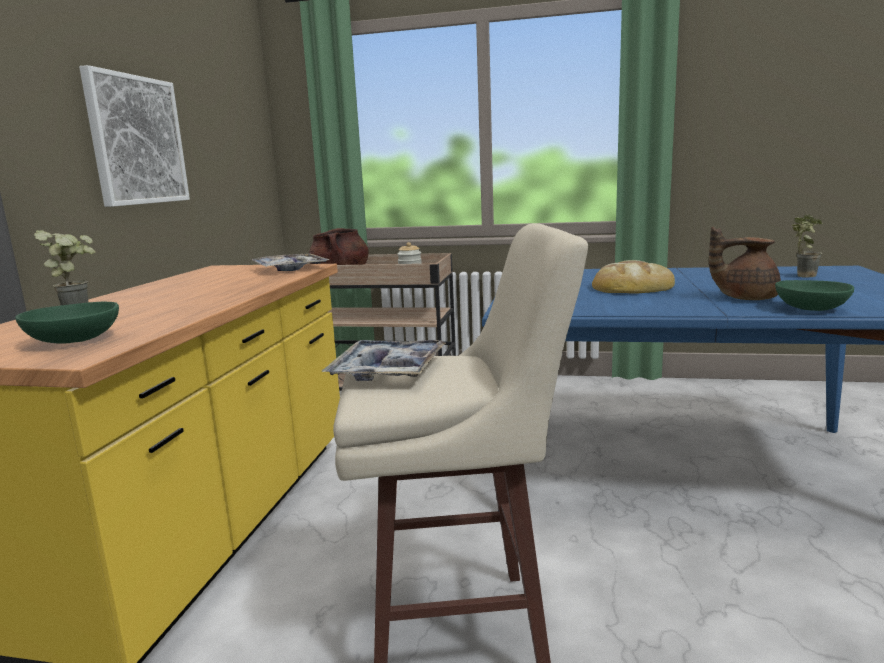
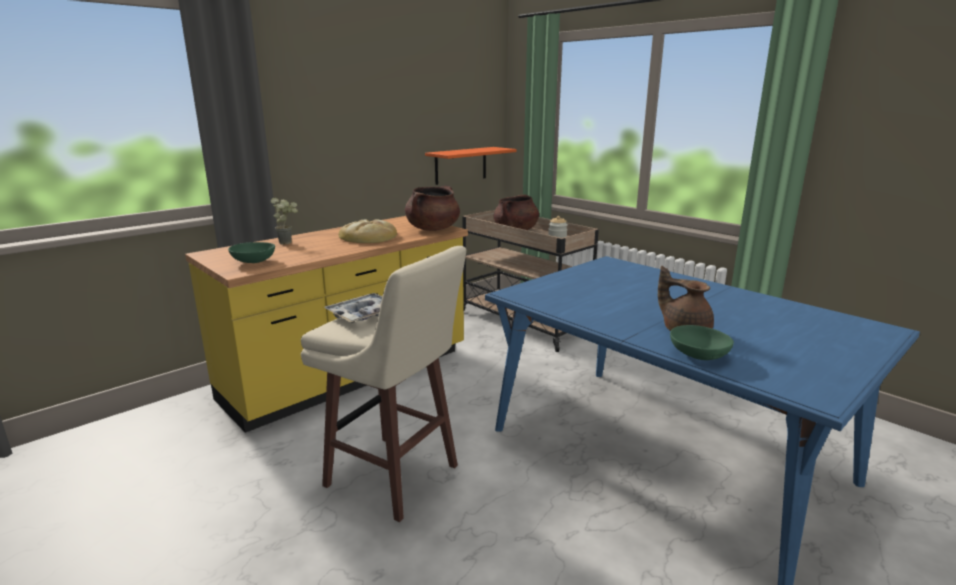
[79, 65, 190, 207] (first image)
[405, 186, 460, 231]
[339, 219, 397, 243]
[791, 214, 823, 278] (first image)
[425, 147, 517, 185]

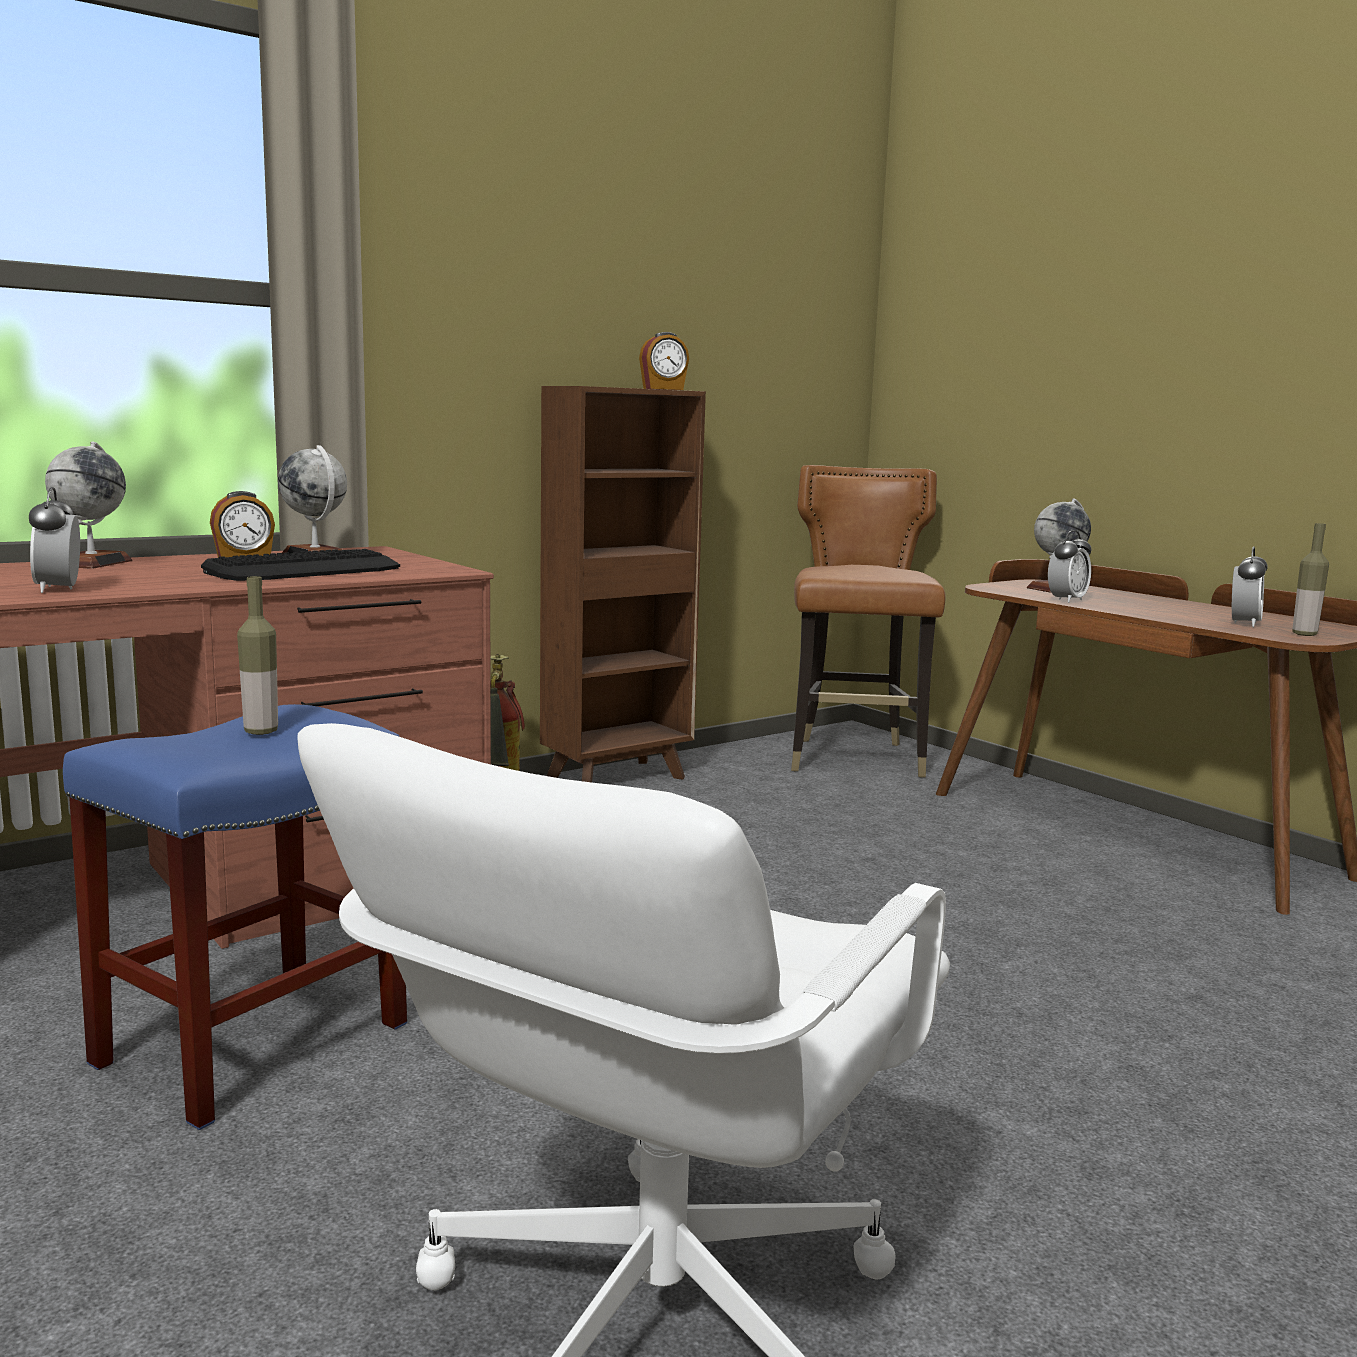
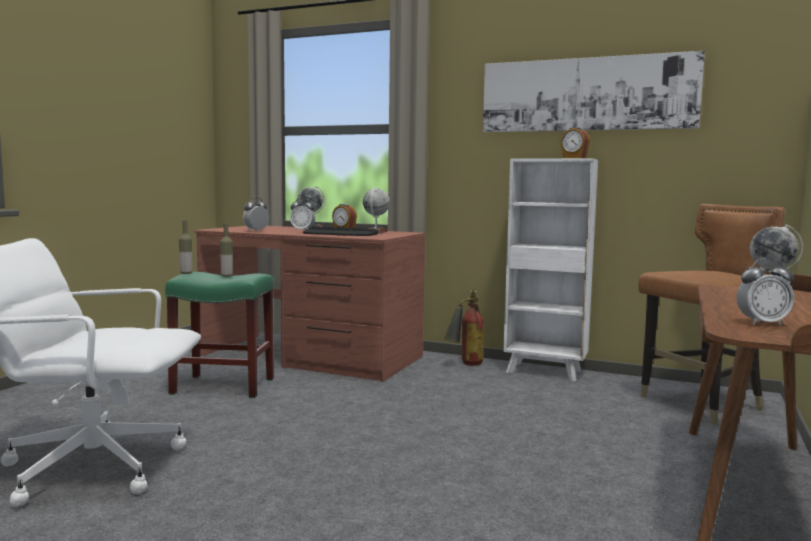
[165, 272, 274, 398]
[503, 158, 598, 382]
[290, 198, 315, 230]
[179, 220, 192, 274]
[483, 51, 705, 132]

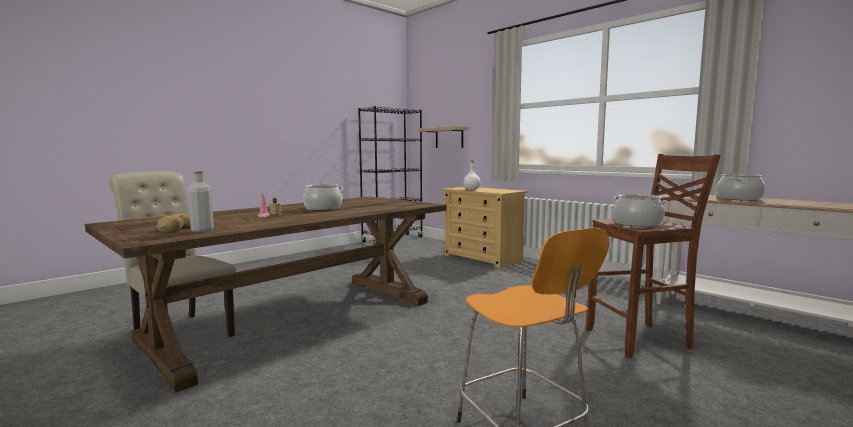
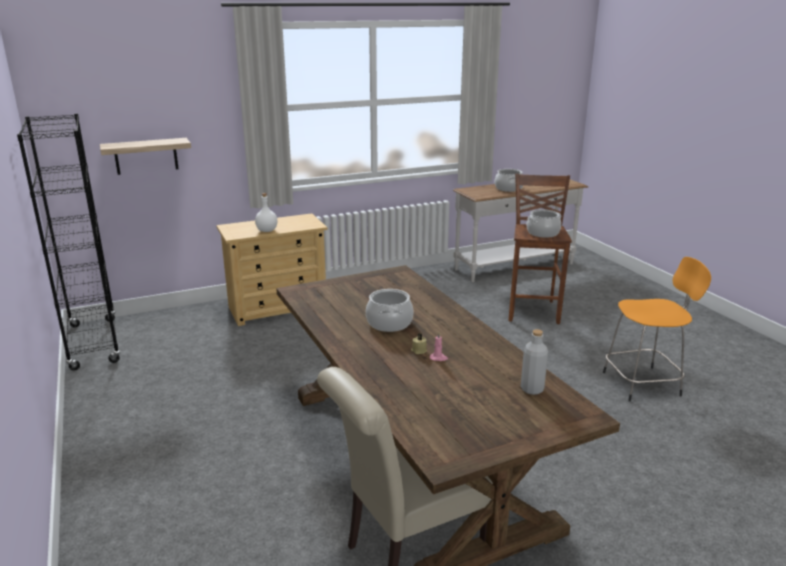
[157, 213, 191, 233] (first image)

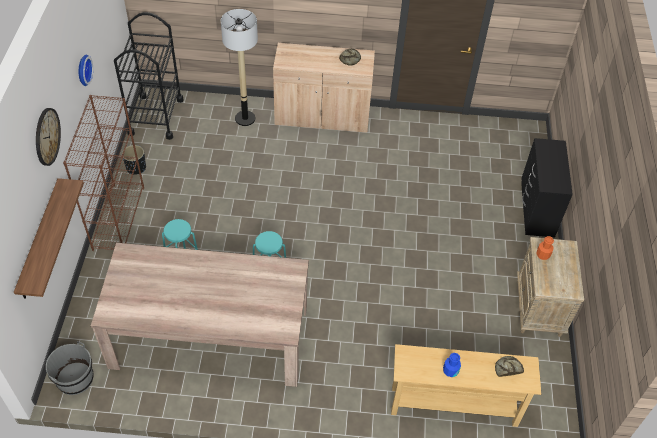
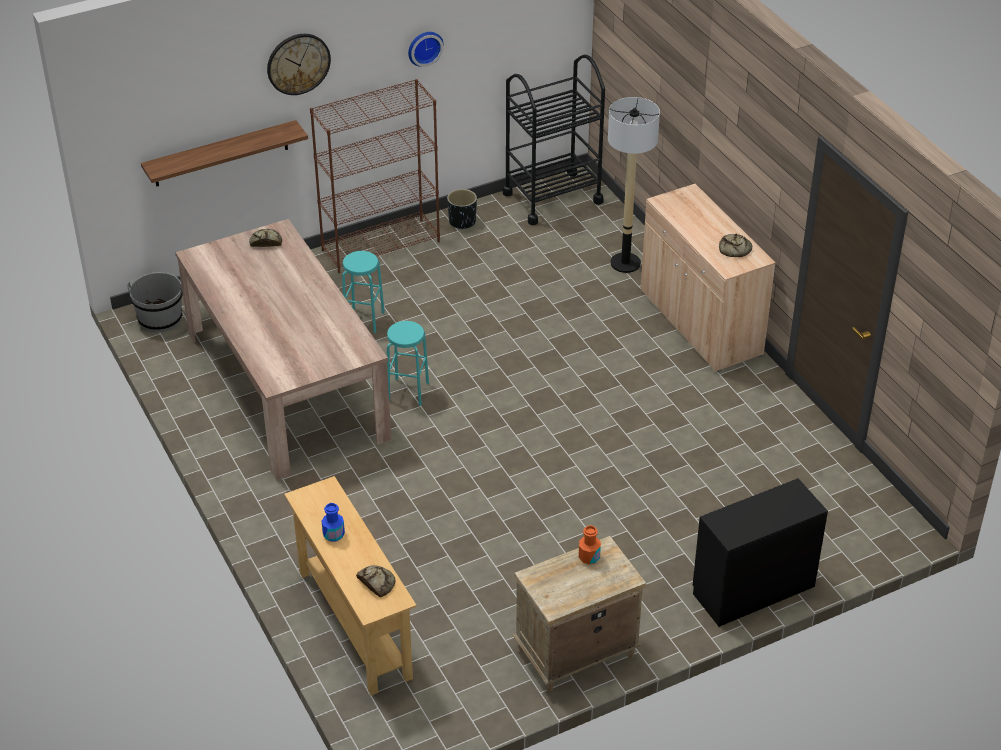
[249, 229, 282, 247]

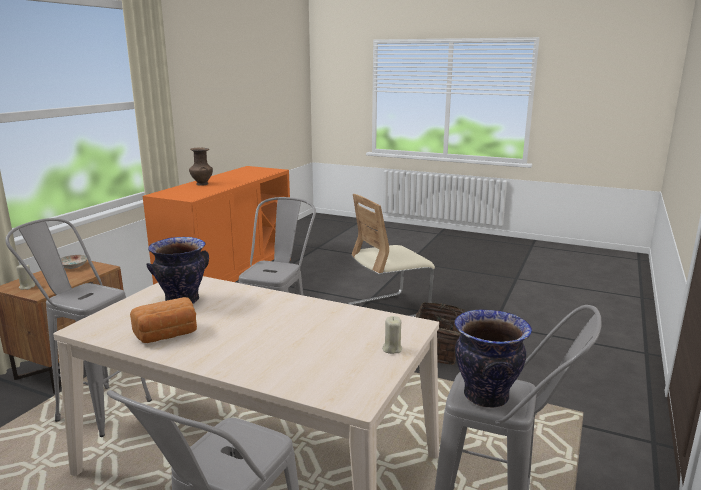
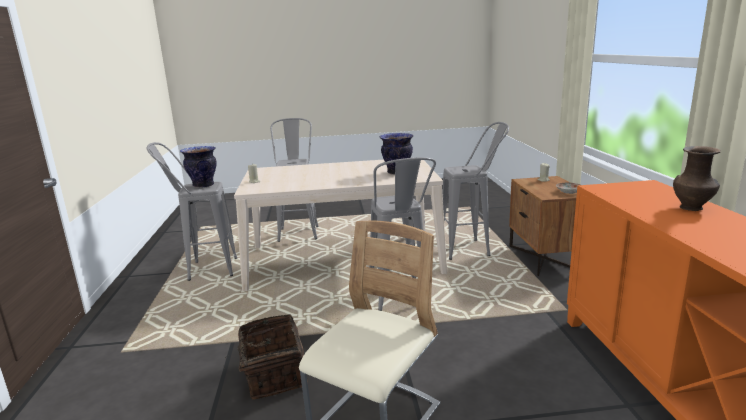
[130, 297, 197, 343] (first image)

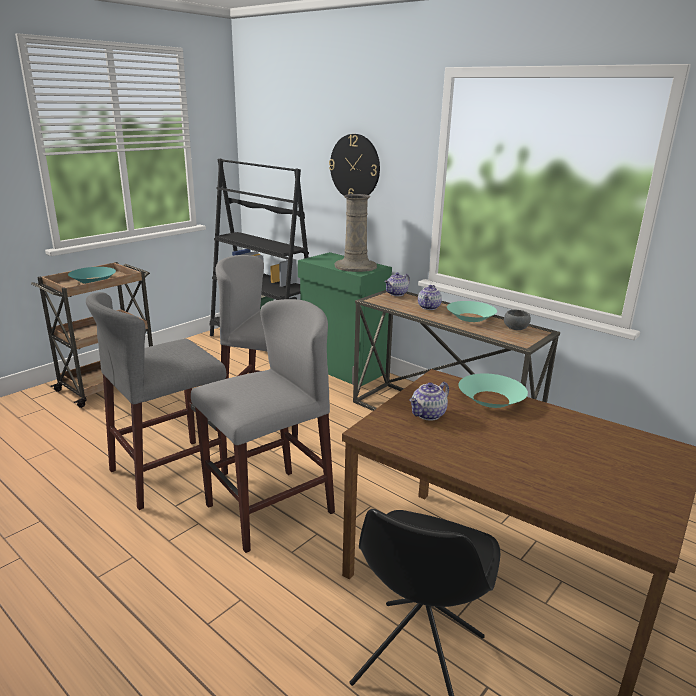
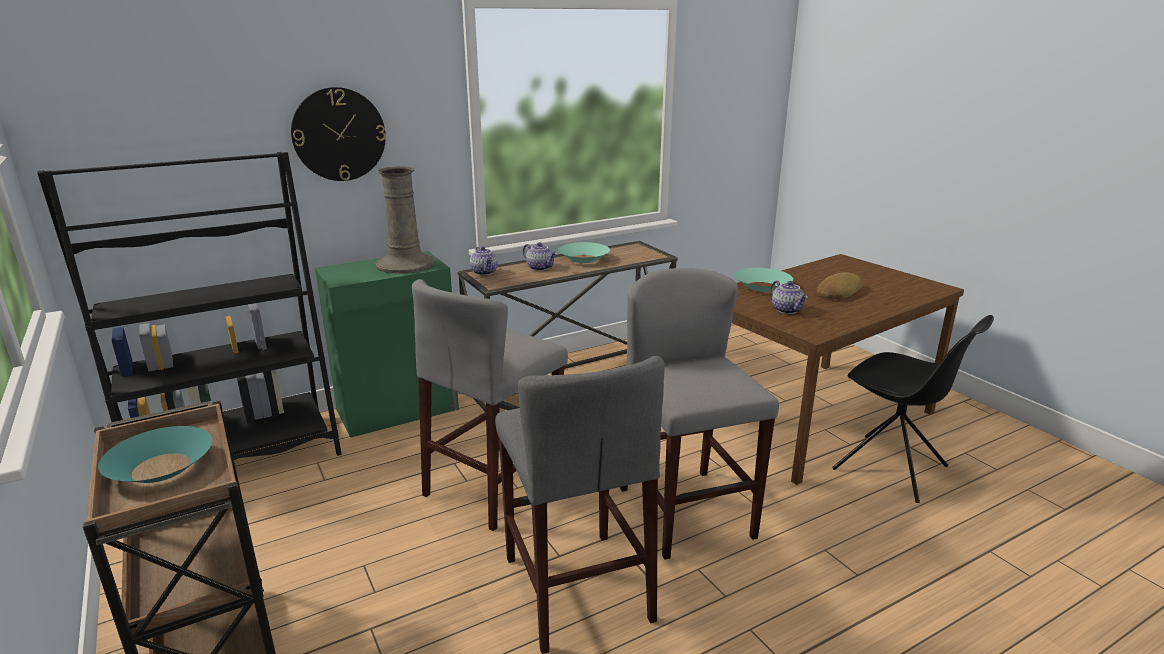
[504, 310, 531, 330] (first image)
[817, 273, 863, 299]

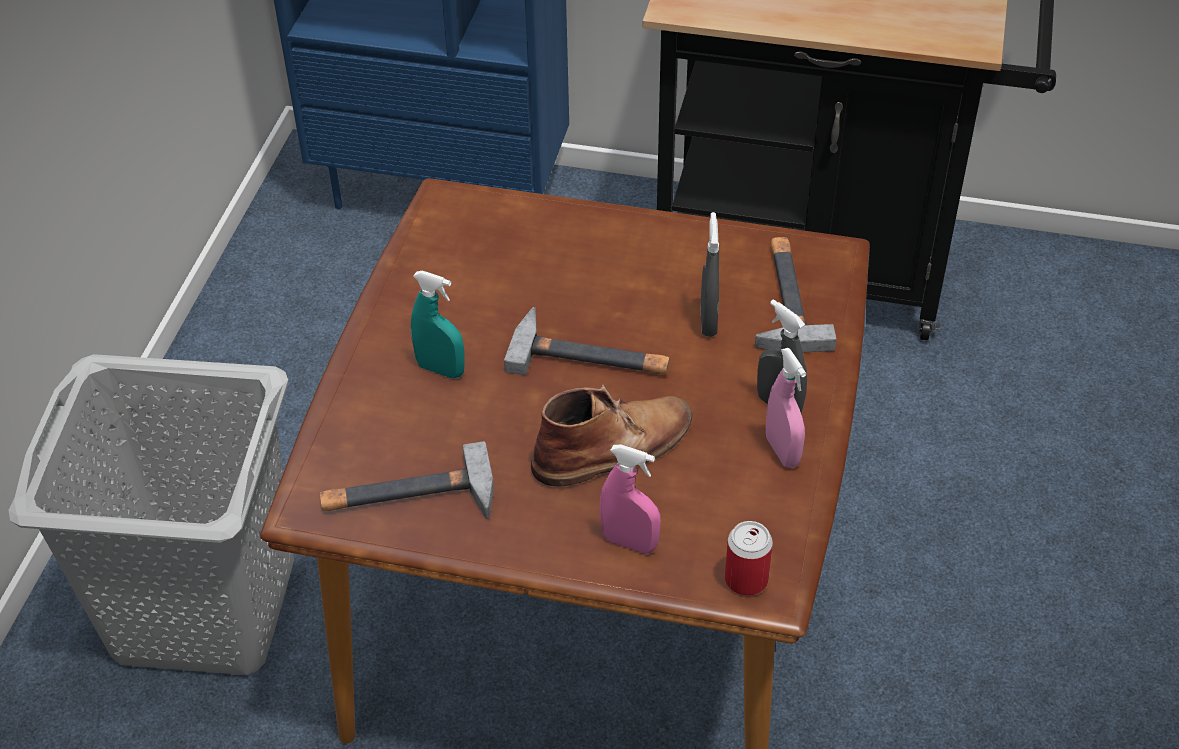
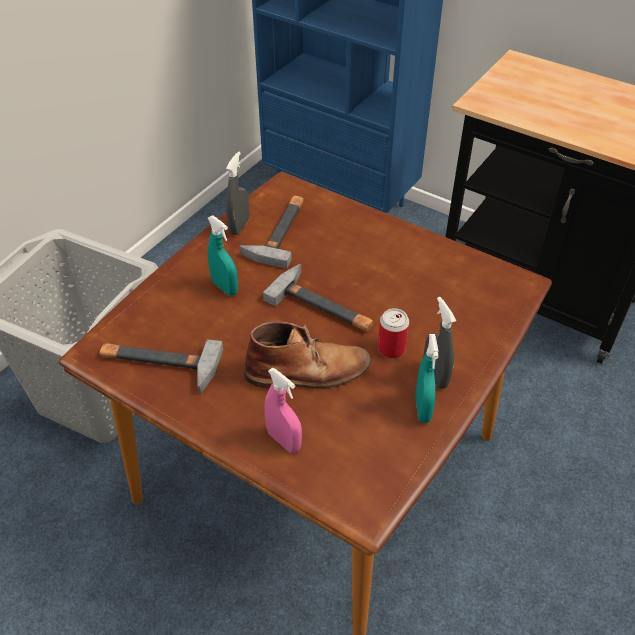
[226, 151, 249, 235]
[378, 308, 409, 358]
[240, 196, 303, 269]
[415, 334, 438, 423]

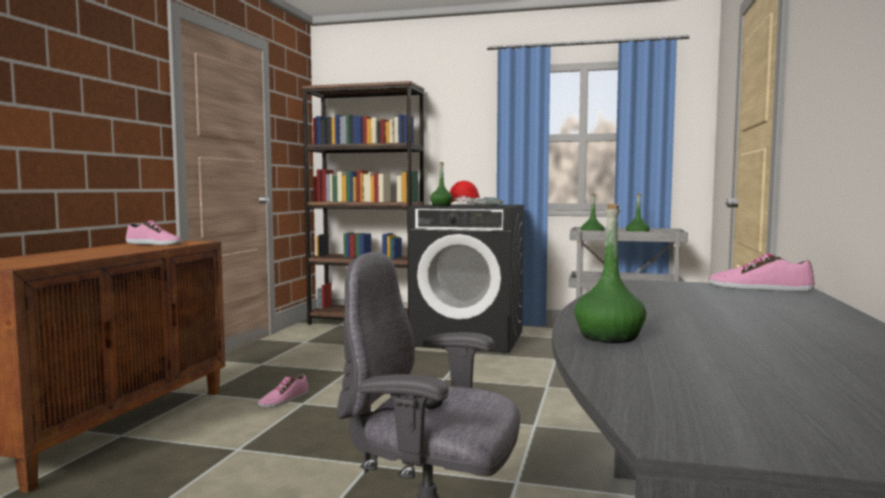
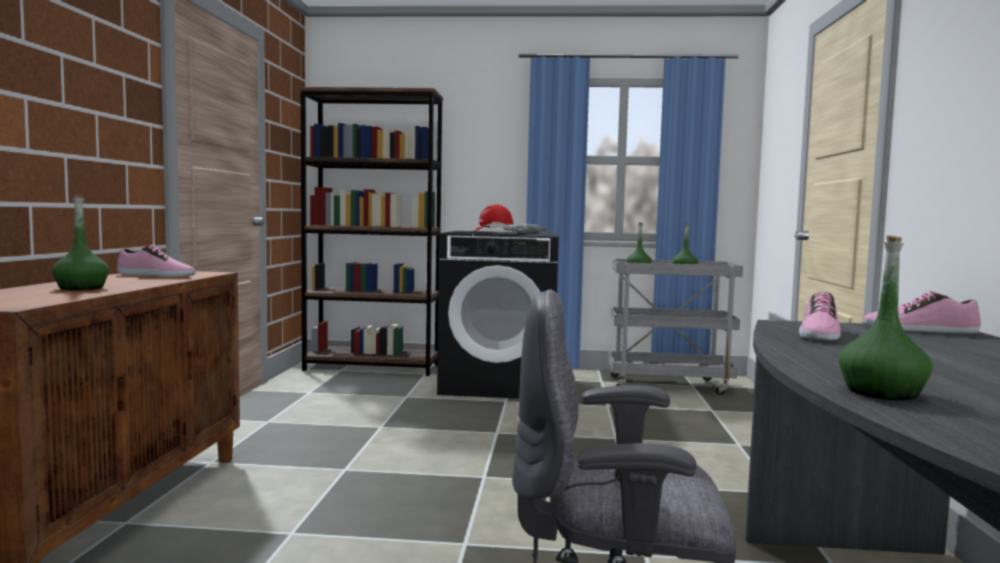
[799, 292, 841, 340]
[52, 194, 109, 290]

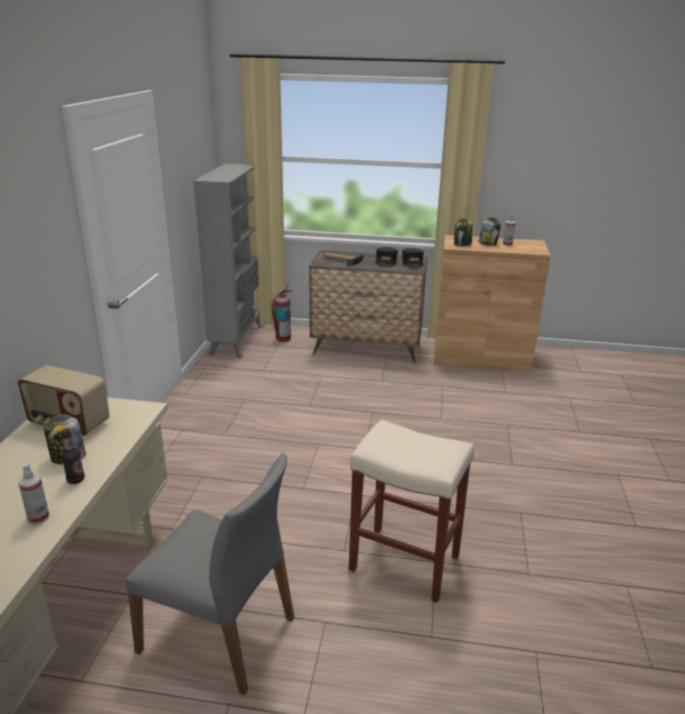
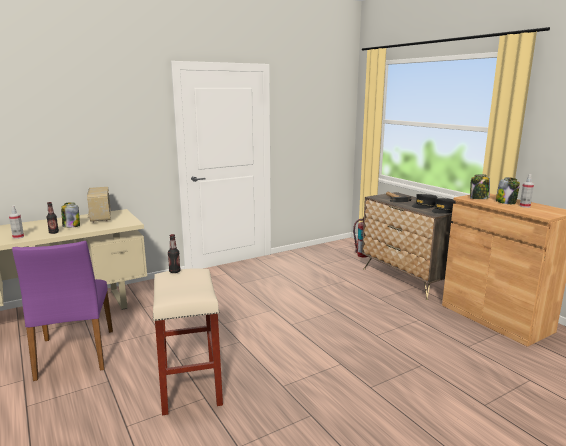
[12, 241, 113, 381]
[194, 163, 263, 359] (first image)
[168, 234, 181, 273]

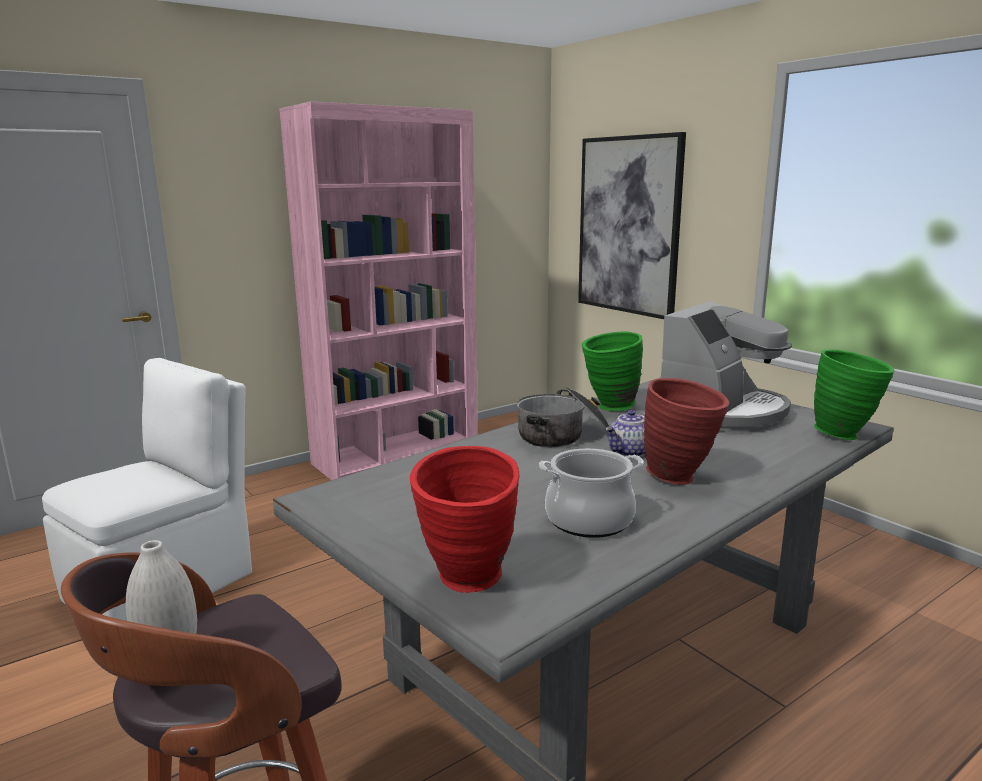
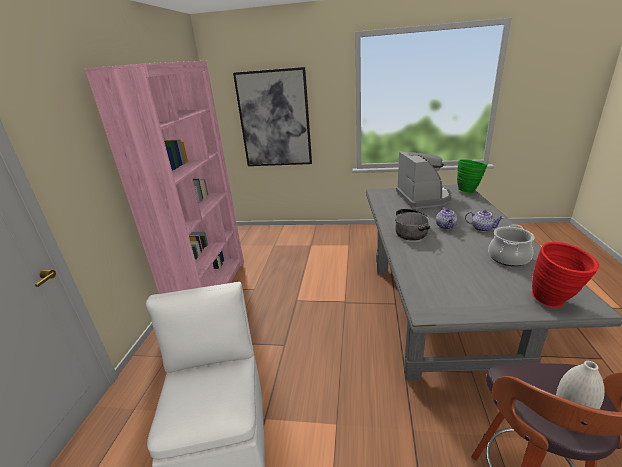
[582, 331, 643, 411] (first image)
[465, 210, 504, 232]

